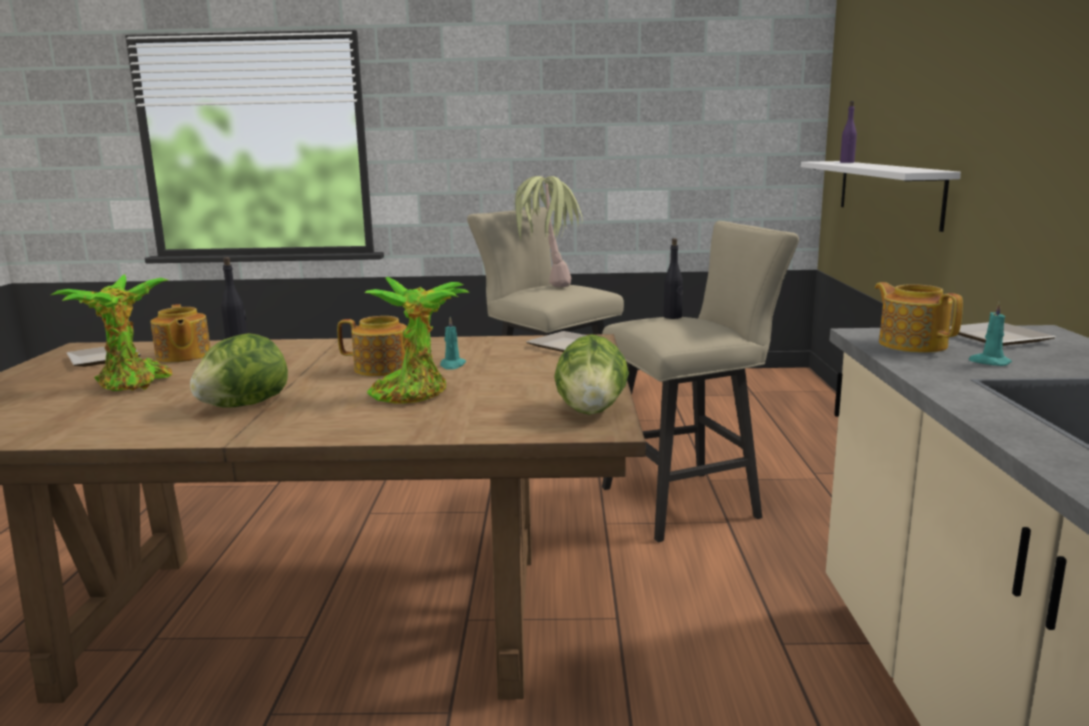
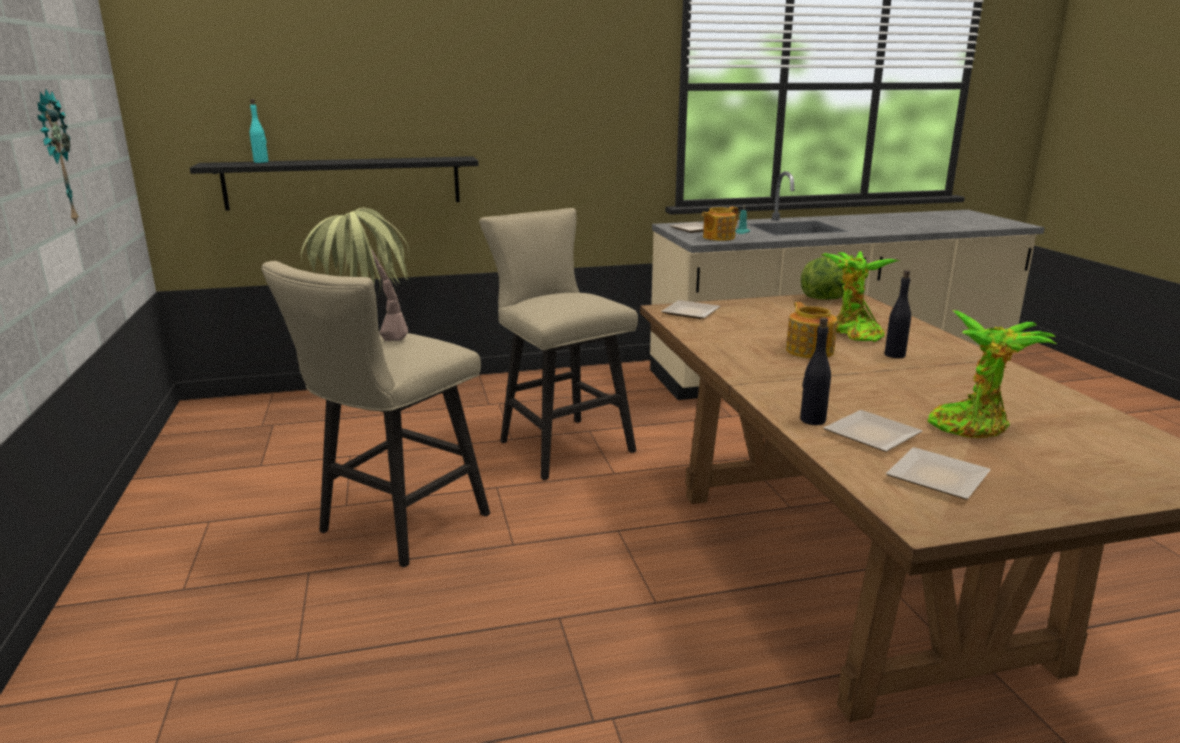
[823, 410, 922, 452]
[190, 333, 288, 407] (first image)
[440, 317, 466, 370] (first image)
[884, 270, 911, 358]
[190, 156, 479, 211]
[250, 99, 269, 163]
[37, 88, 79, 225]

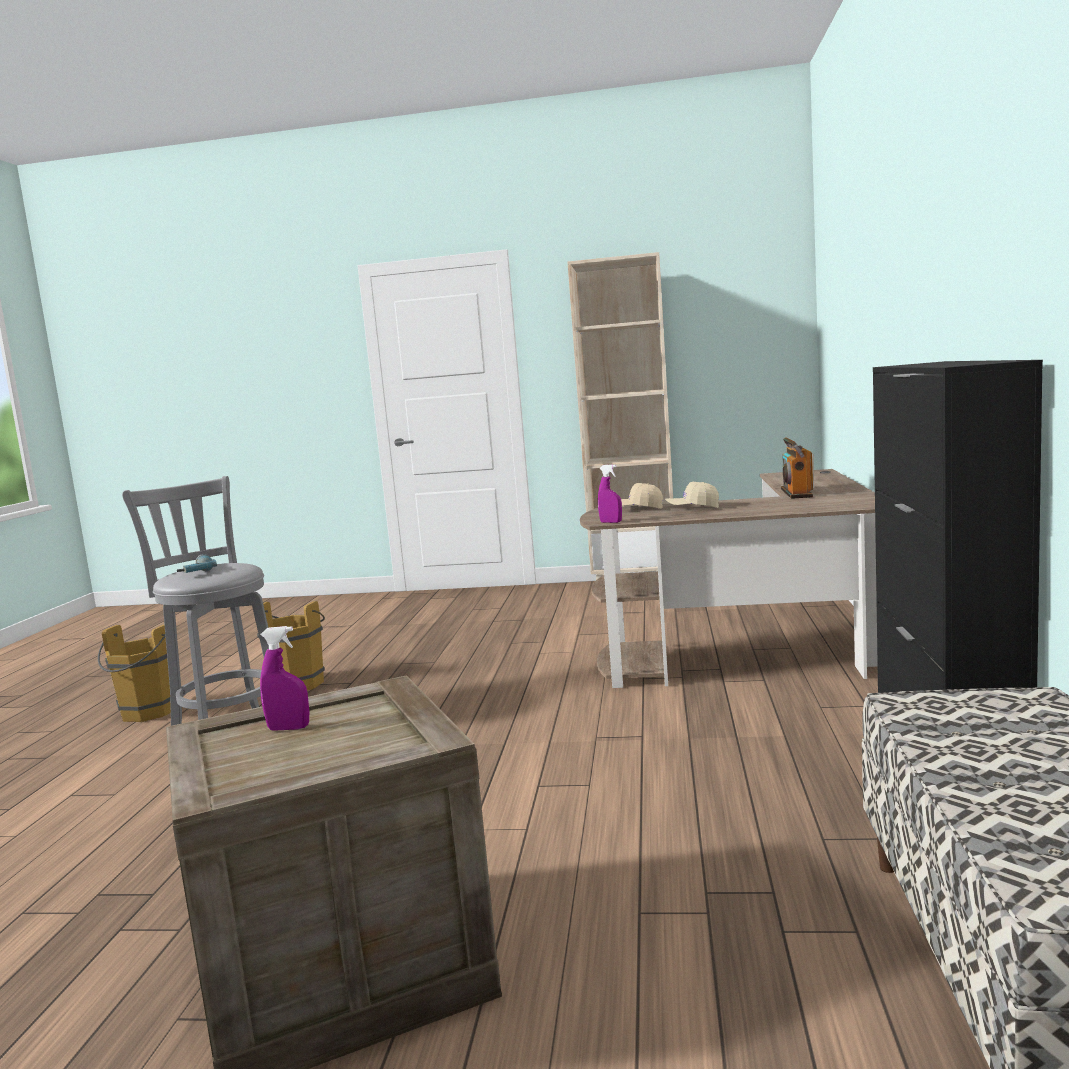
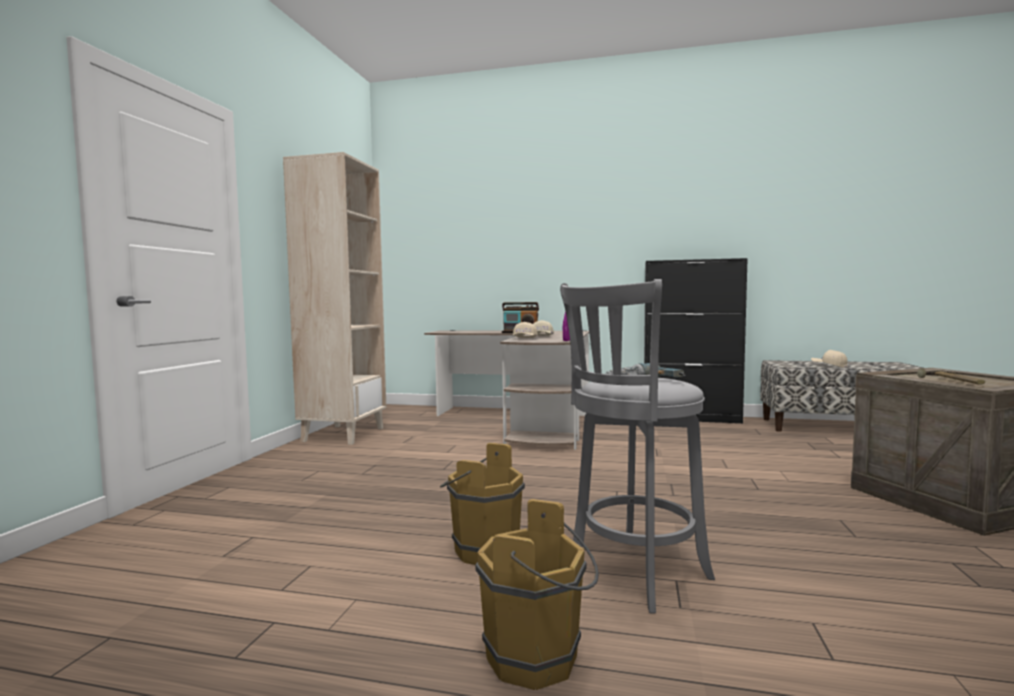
[917, 368, 985, 385]
[811, 350, 847, 368]

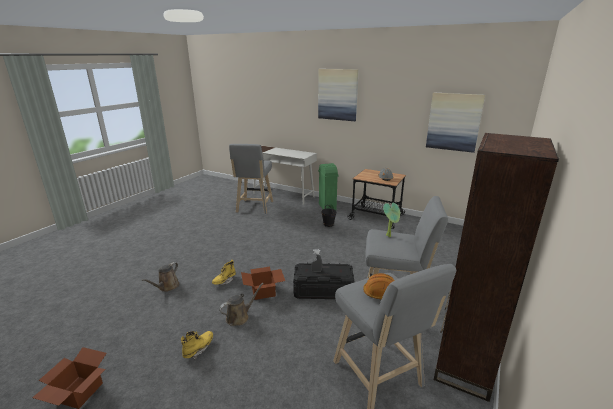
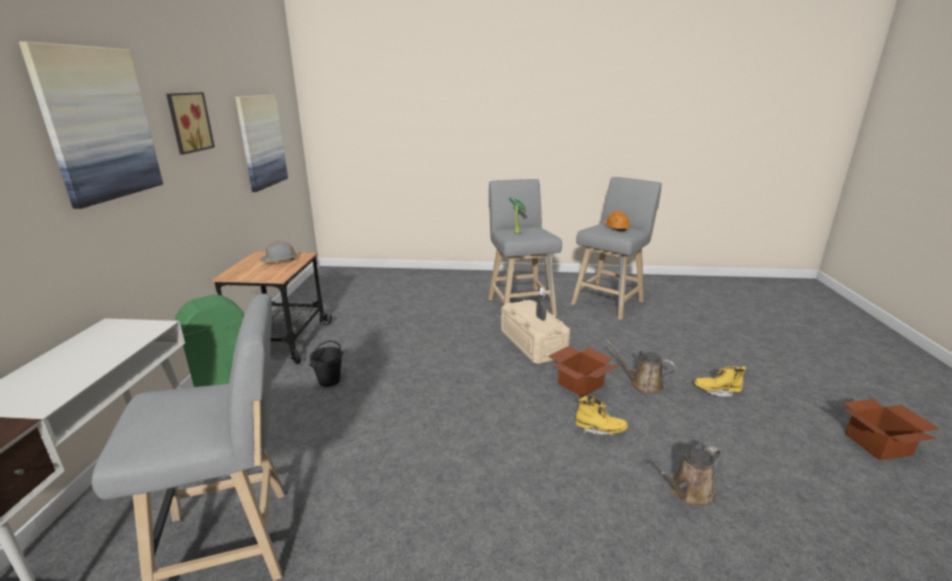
[659, 446, 721, 506]
[501, 300, 570, 364]
[434, 133, 559, 402] (first image)
[166, 92, 215, 155]

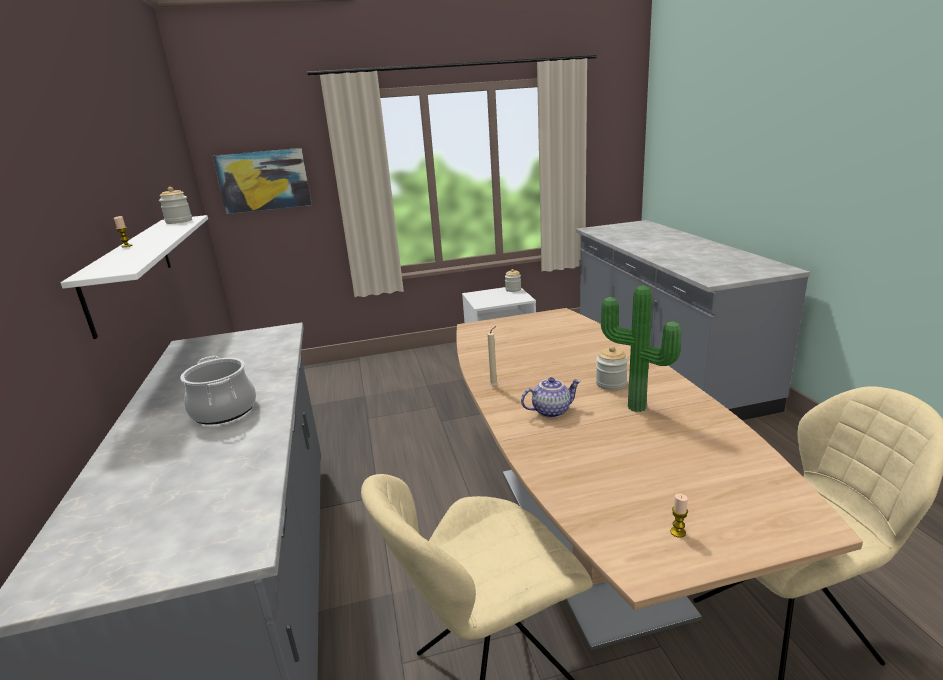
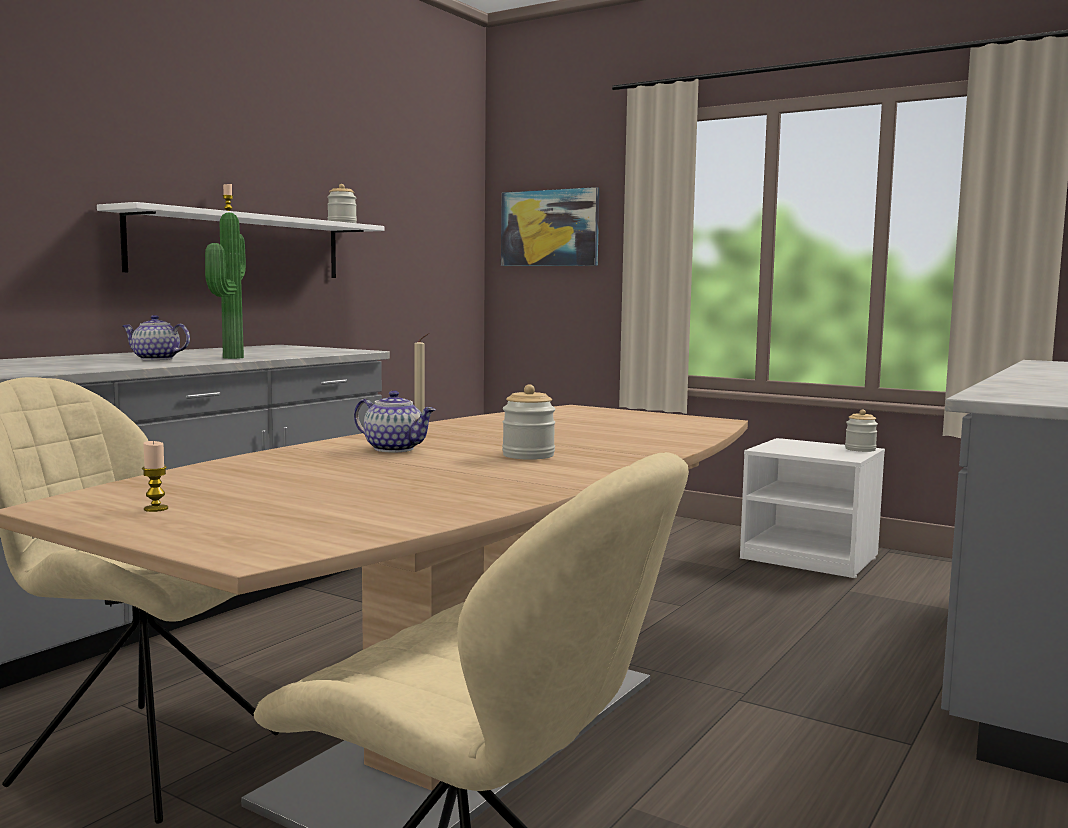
[122, 315, 190, 360]
[205, 213, 246, 359]

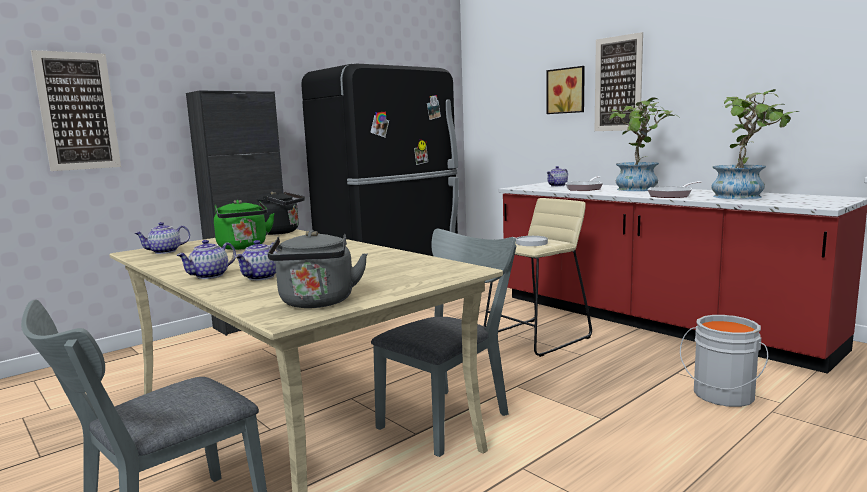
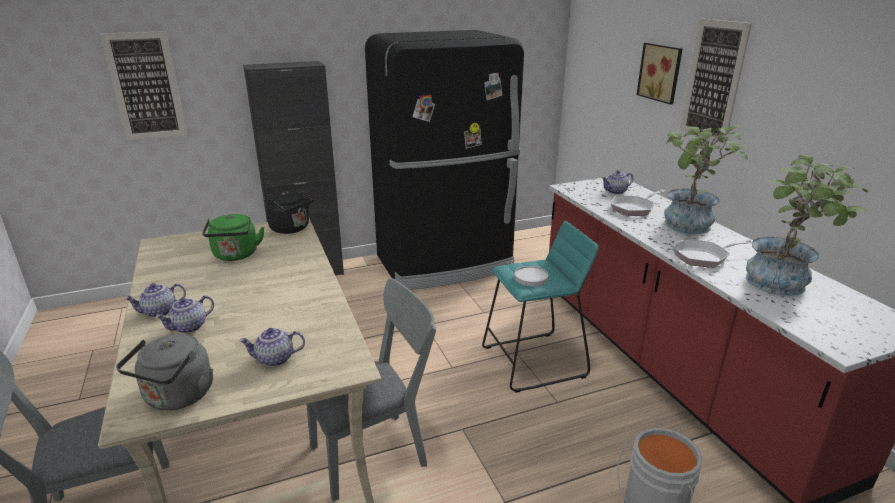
[239, 328, 305, 367]
[482, 221, 599, 393]

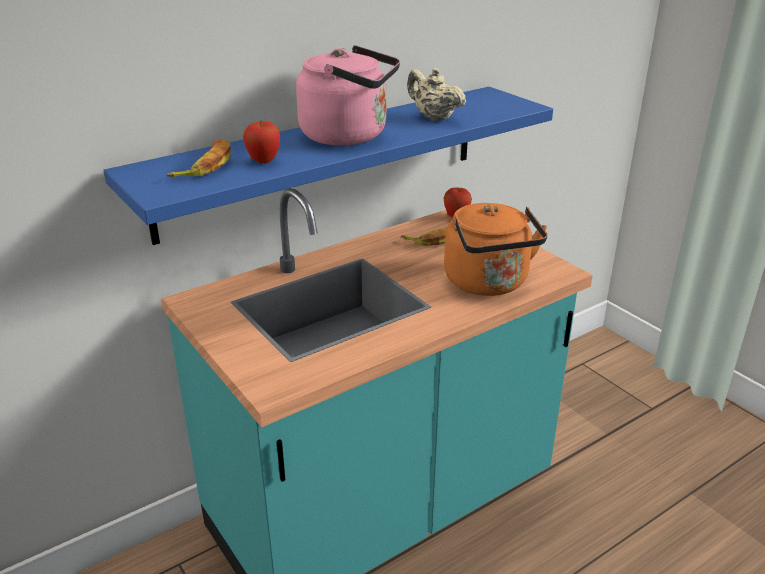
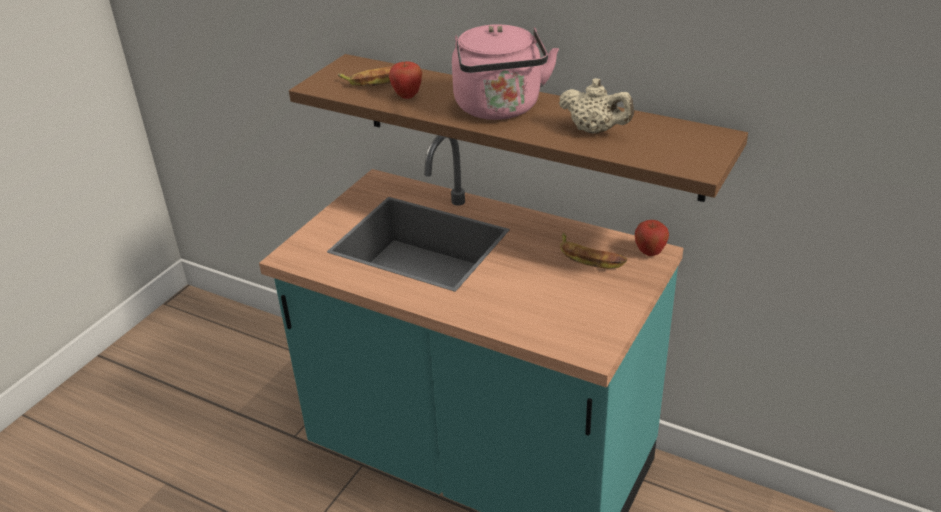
[289, 54, 748, 202]
[559, 78, 634, 134]
[444, 203, 547, 296] (first image)

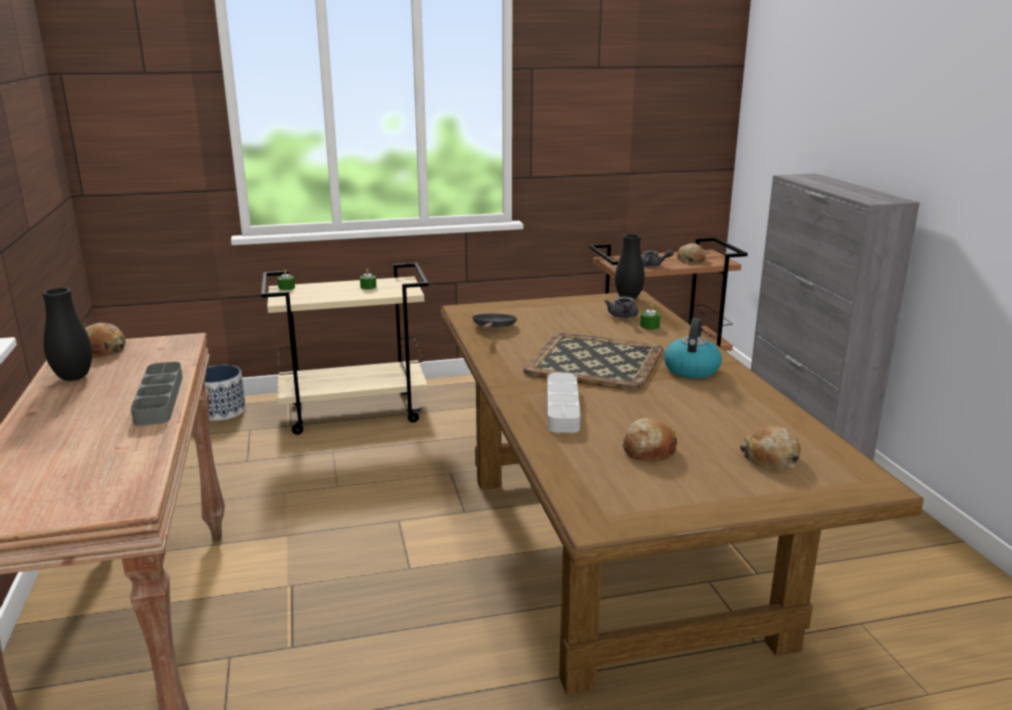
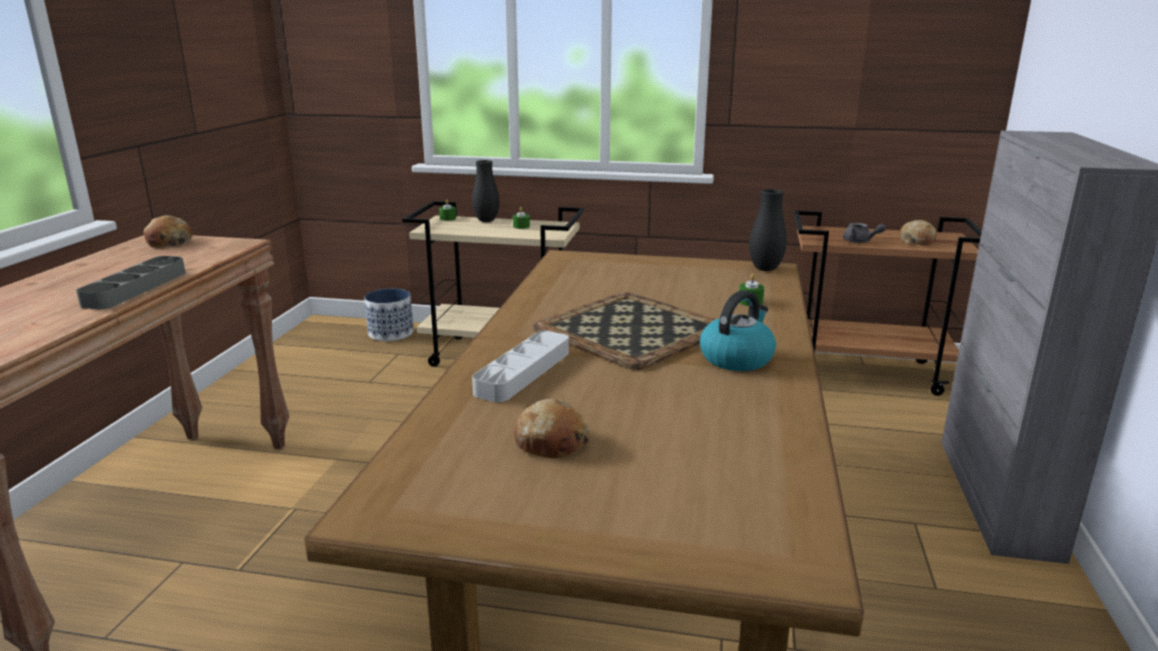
[472, 160, 500, 222]
[472, 314, 517, 330] (first image)
[605, 296, 638, 318] (first image)
[740, 426, 801, 470] (first image)

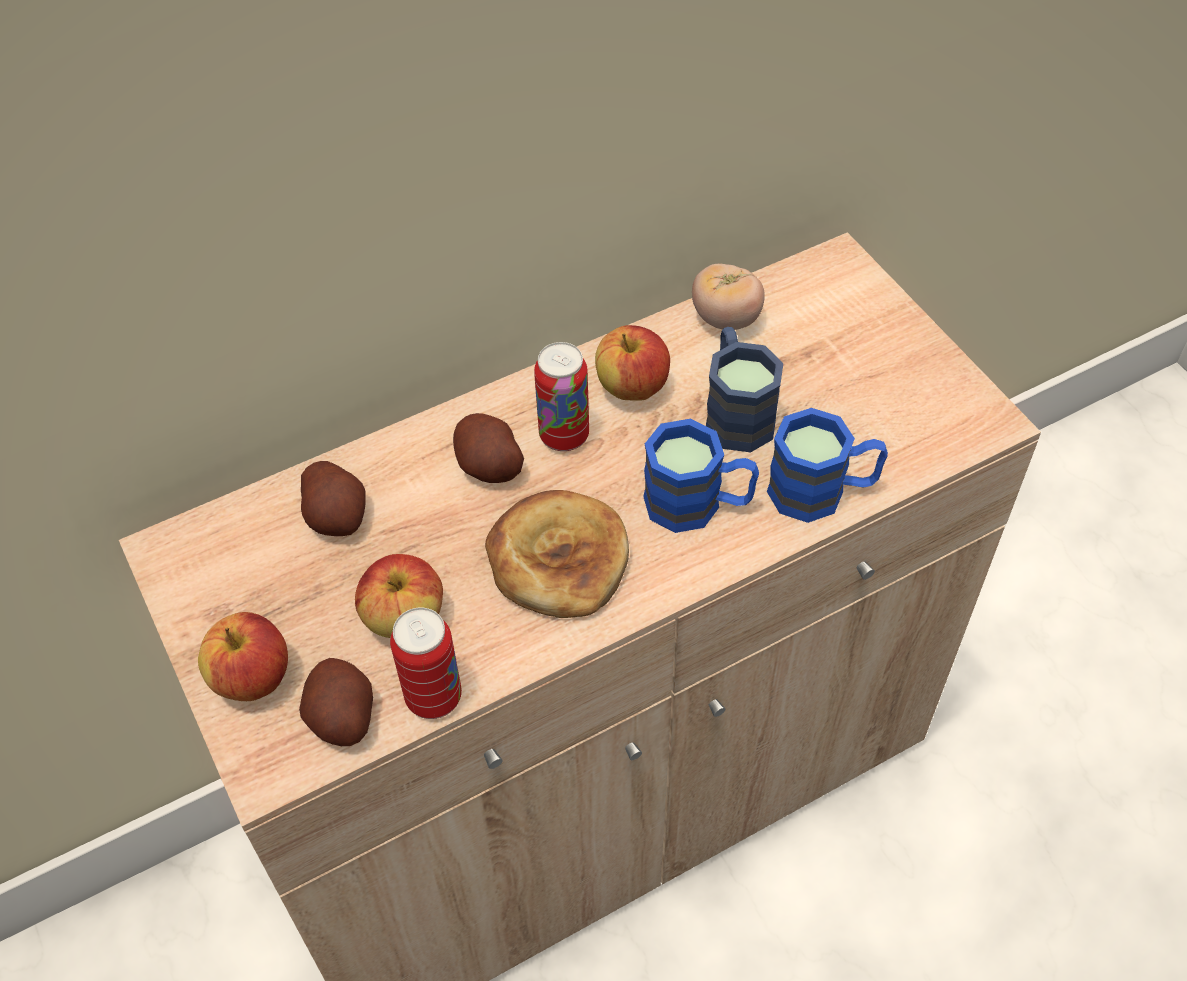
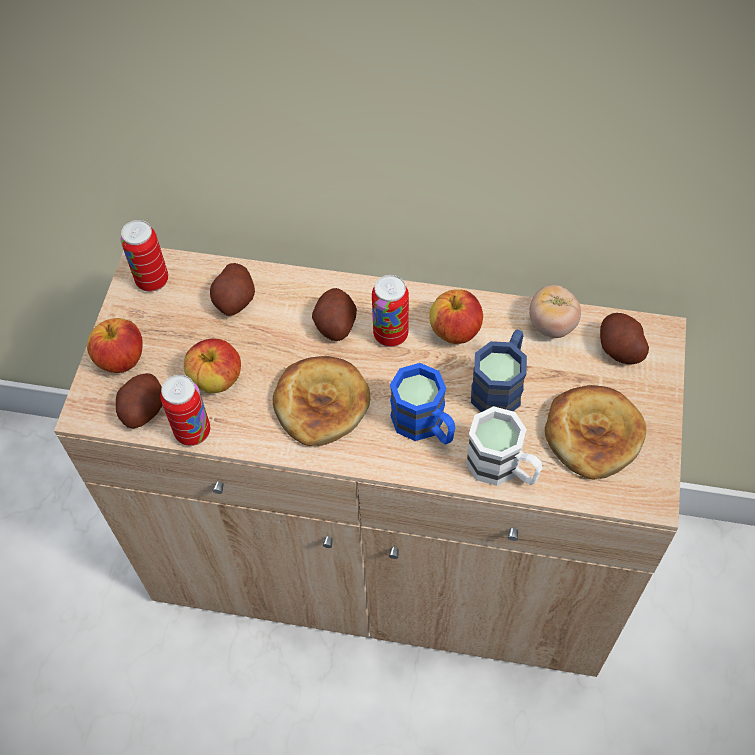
[466, 406, 542, 486]
[121, 220, 168, 292]
[545, 385, 646, 479]
[600, 313, 649, 364]

